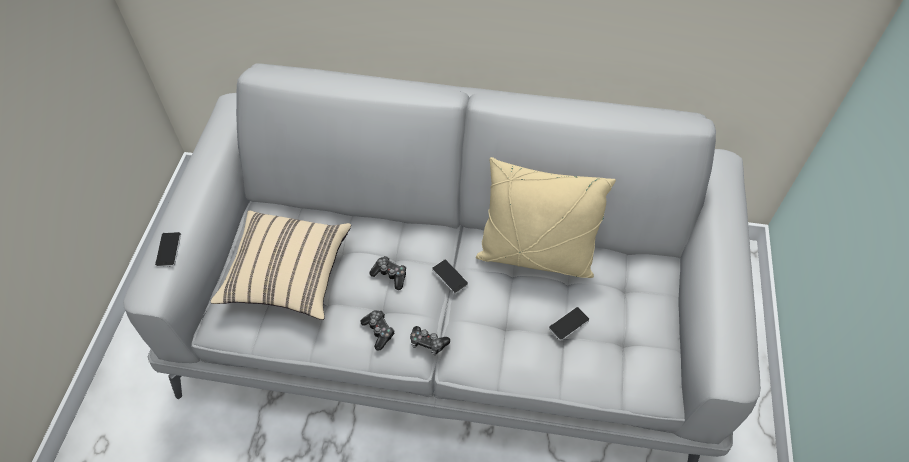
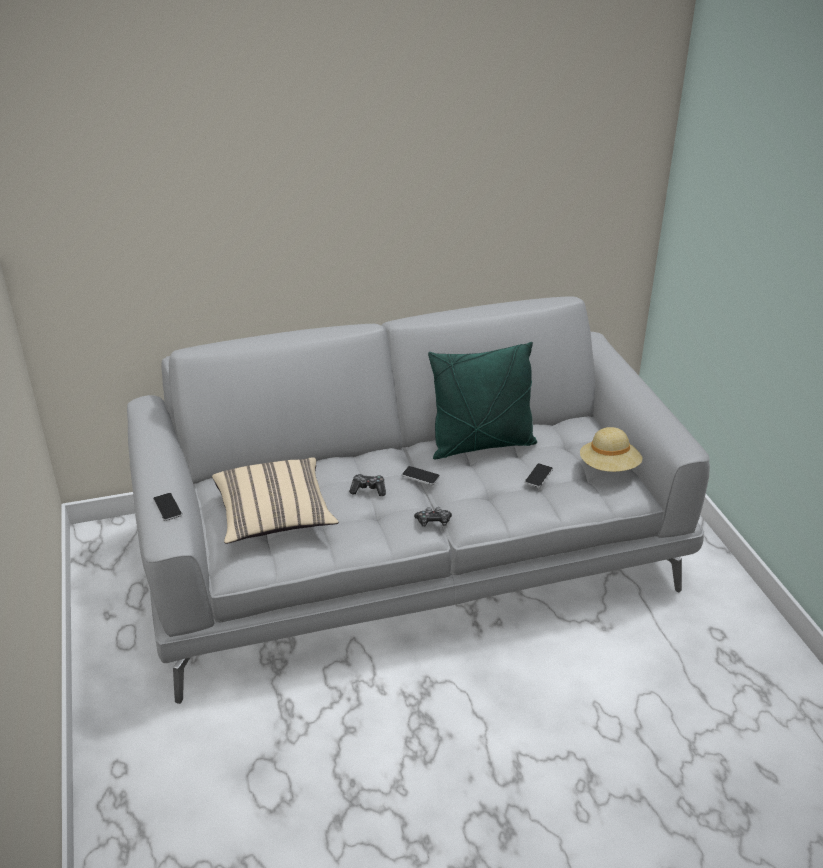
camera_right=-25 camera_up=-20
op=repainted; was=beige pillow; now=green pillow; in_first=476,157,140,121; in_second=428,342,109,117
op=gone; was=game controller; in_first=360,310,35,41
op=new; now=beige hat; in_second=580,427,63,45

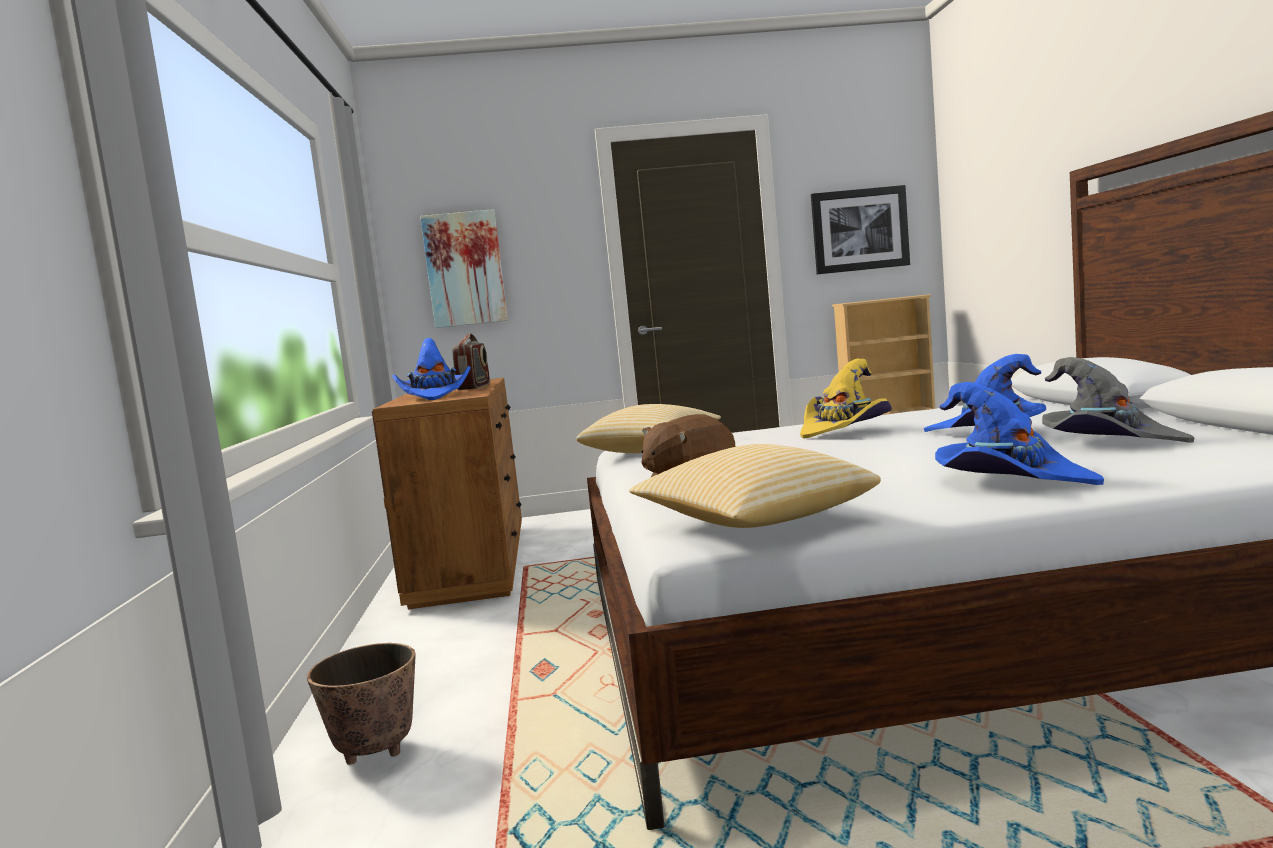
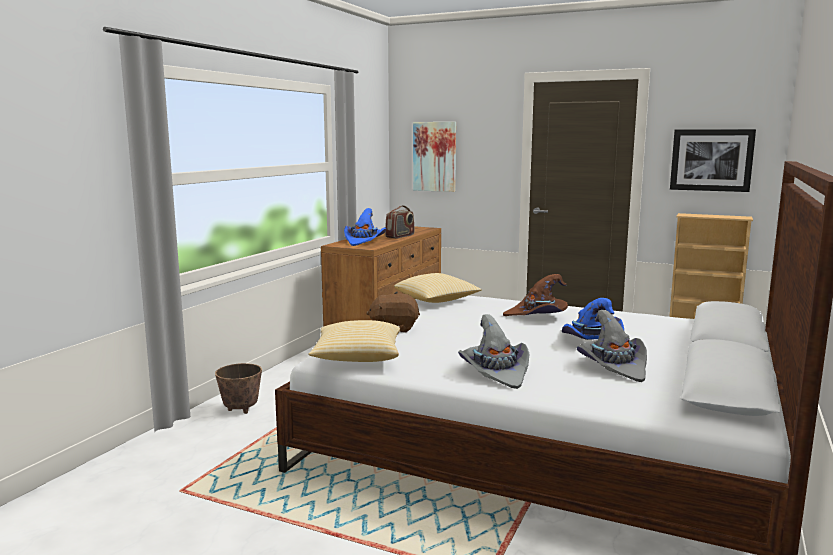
camera_right=30 camera_up=5
op=repainted; was=yellow hat; now=brown hat; in_first=800,359,92,80; in_second=503,274,65,42
op=repainted; was=blue hat; now=grey hat; in_first=935,382,169,103; in_second=458,314,71,75

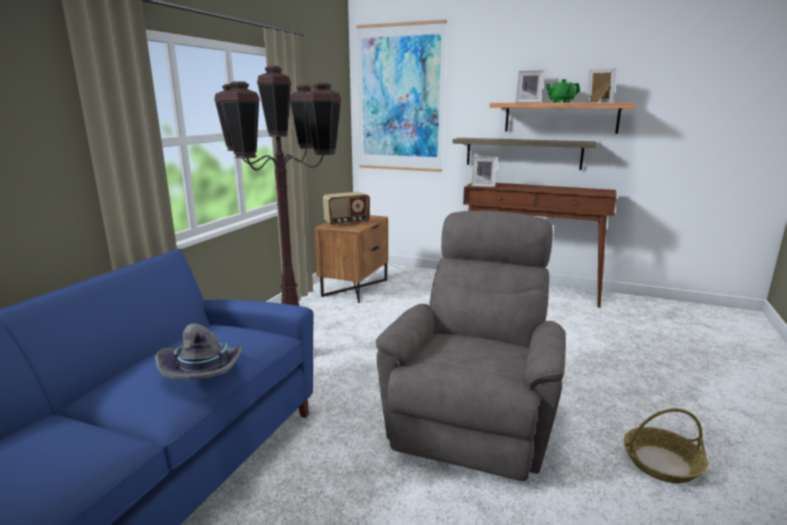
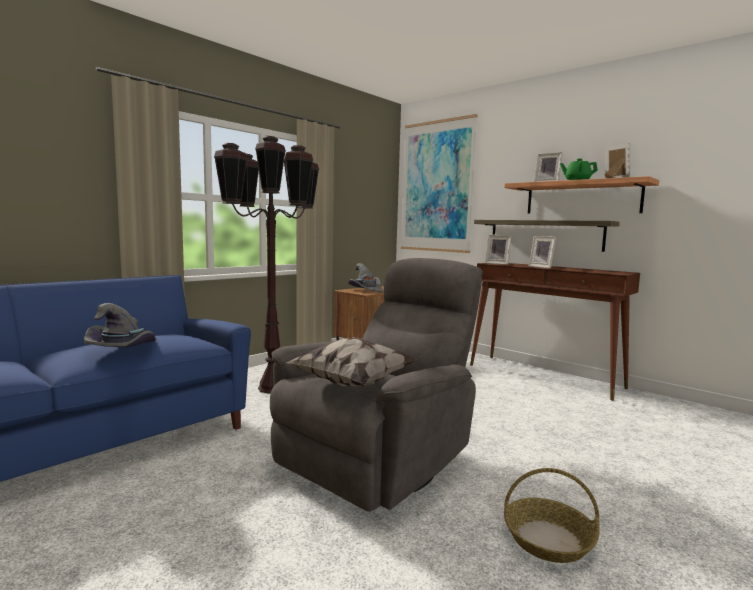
camera_right=20 camera_up=-10
op=swapped; was=radio; now=grey hat; in_first=323,192,47,34; in_second=348,263,35,30
op=new; now=picture frame; in_second=529,236,27,33
op=new; now=pillow; in_second=286,337,130,50

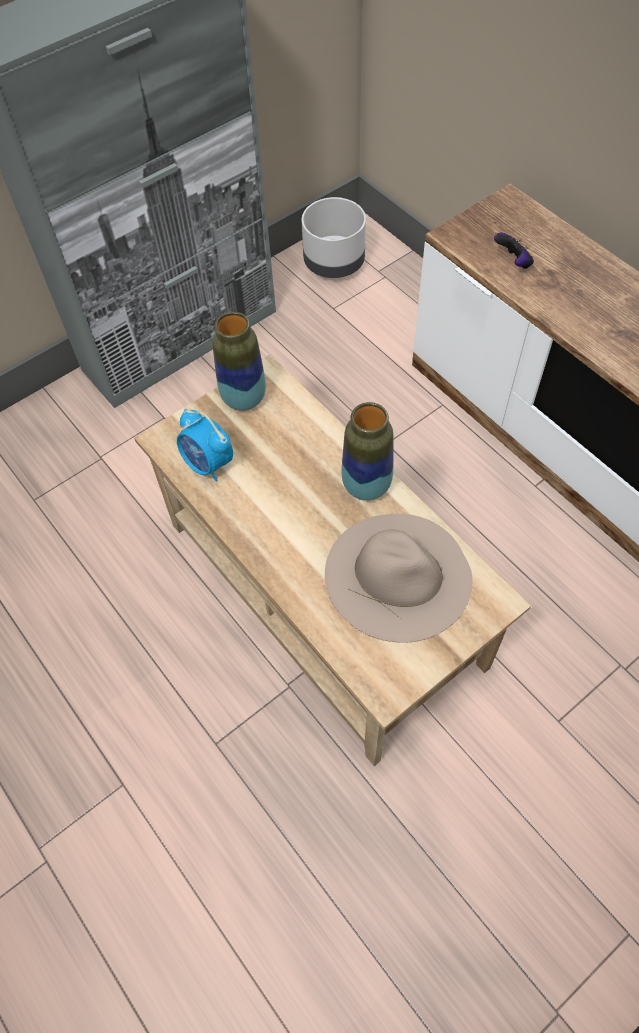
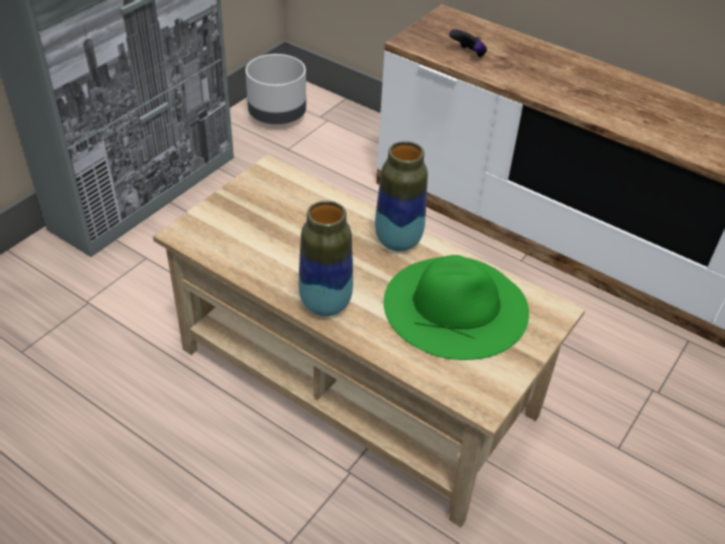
camera_right=-20 camera_up=-15
op=shifted; was=vase; in_first=212,312,54,99; in_second=299,201,54,115
op=gone; was=alarm clock; in_first=177,409,56,73
op=repainted; was=beige hat; now=green hat; in_first=325,514,147,129; in_second=384,255,145,105

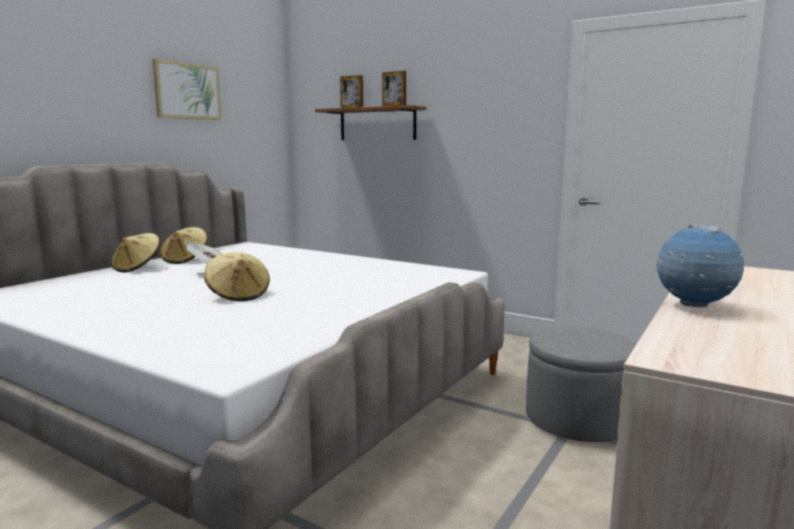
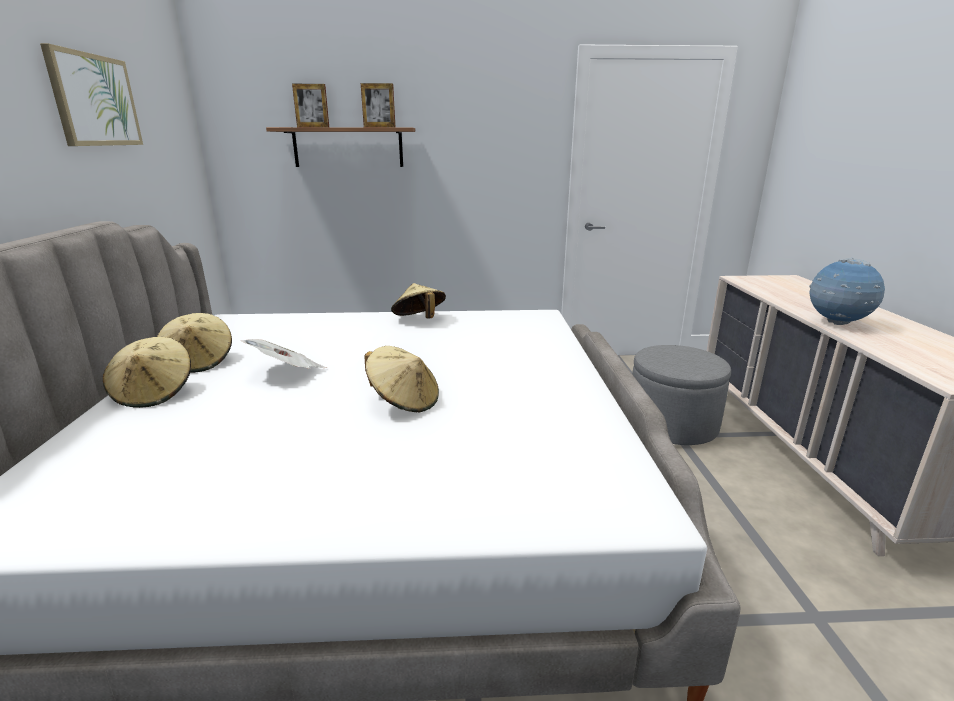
camera_right=-35 camera_up=10
op=new; now=beige hat; in_second=391,283,55,35

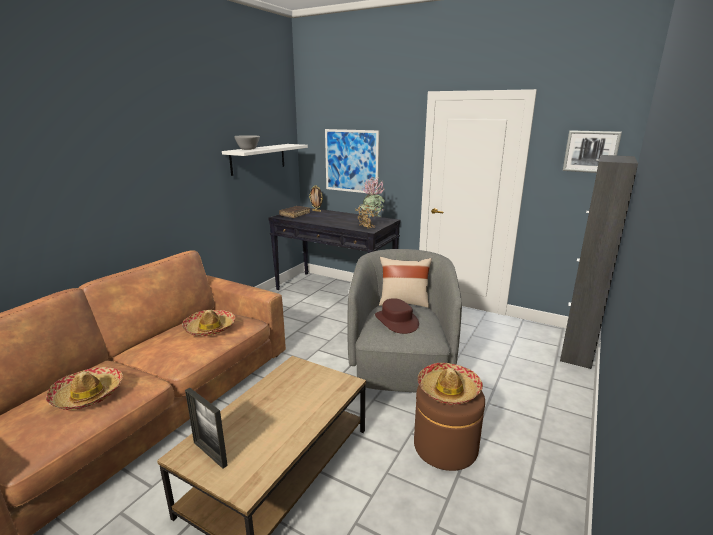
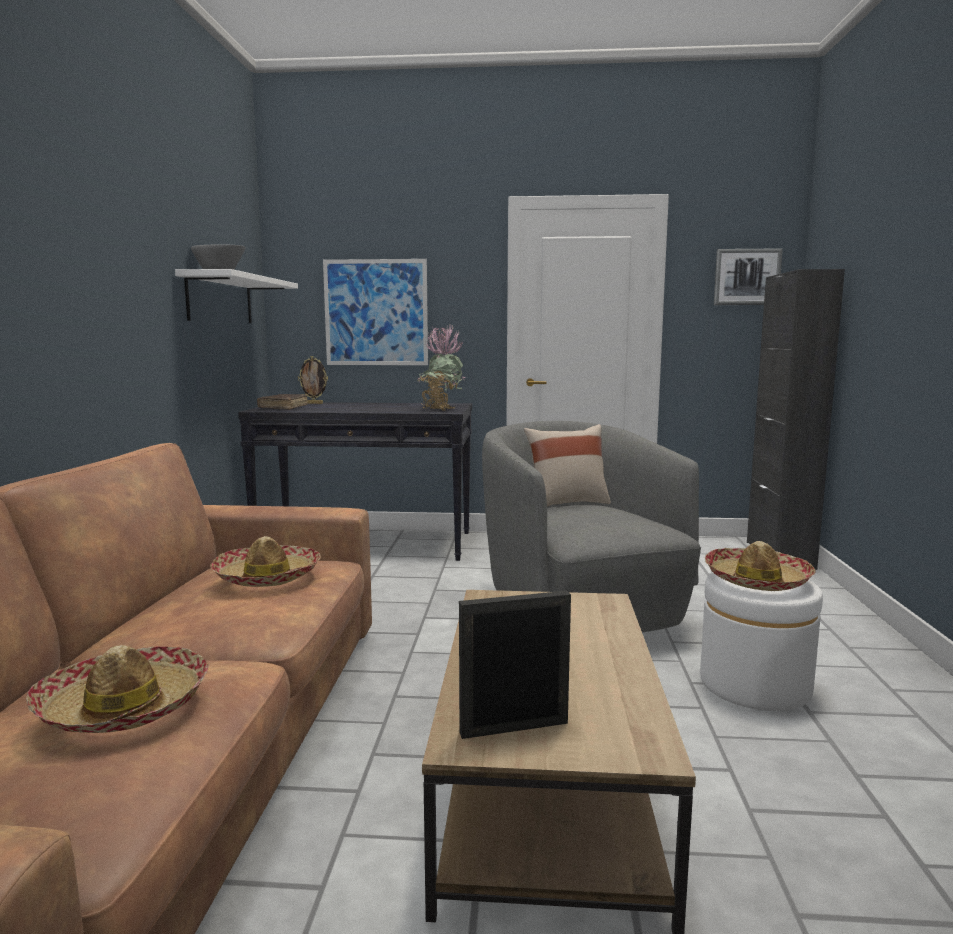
camera_right=-25 camera_up=-10
op=gone; was=brown hat; in_first=375,298,44,36
op=repainted; was=brown ottoman; now=white ottoman; in_first=414,385,71,86; in_second=700,572,123,139
op=rotated; was=picture frame; in_first=185,388,43,81; in_second=459,591,112,148; clockwise=150

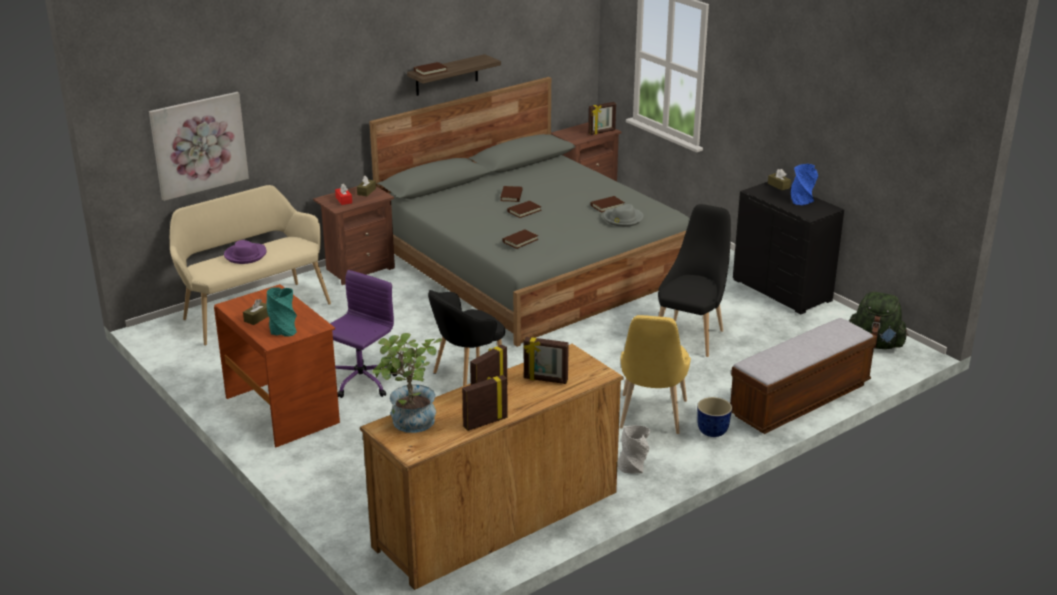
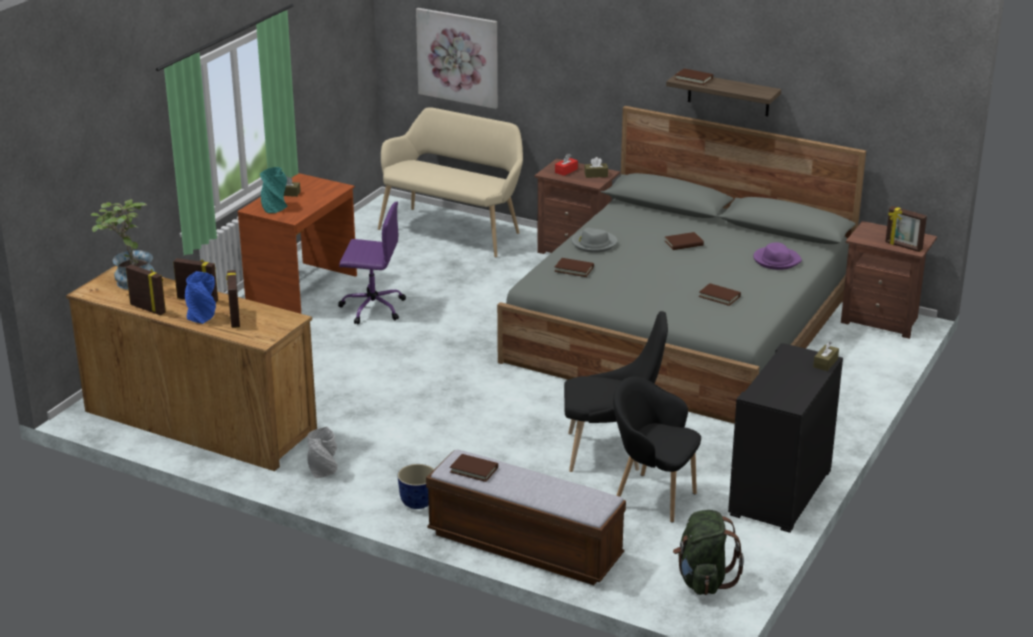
camera_right=65 camera_up=0
op=shifted; was=blue vase; in_first=791,164,27,41; in_second=185,271,31,53
op=shifted; was=brown book; in_first=507,201,35,17; in_second=450,454,48,28
op=shifted; was=grey hat; in_first=603,204,41,23; in_second=572,228,45,25
op=shifted; was=purple hat; in_first=224,240,42,24; in_second=753,242,49,28
op=shifted; was=black armchair; in_first=428,290,77,96; in_second=613,376,88,147
op=gone; was=yellow chair; in_first=619,315,72,119

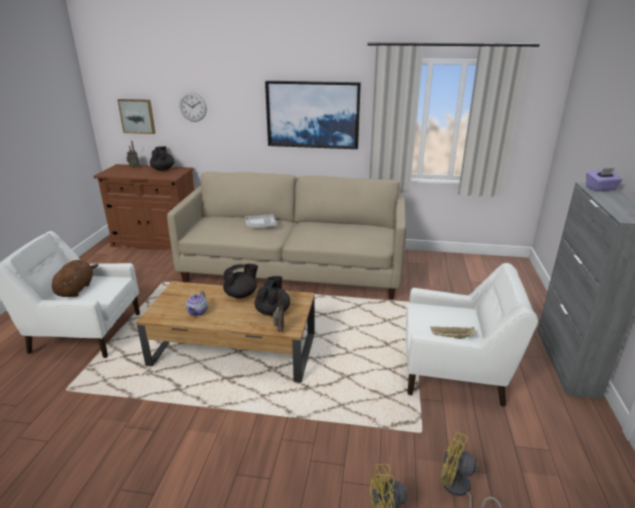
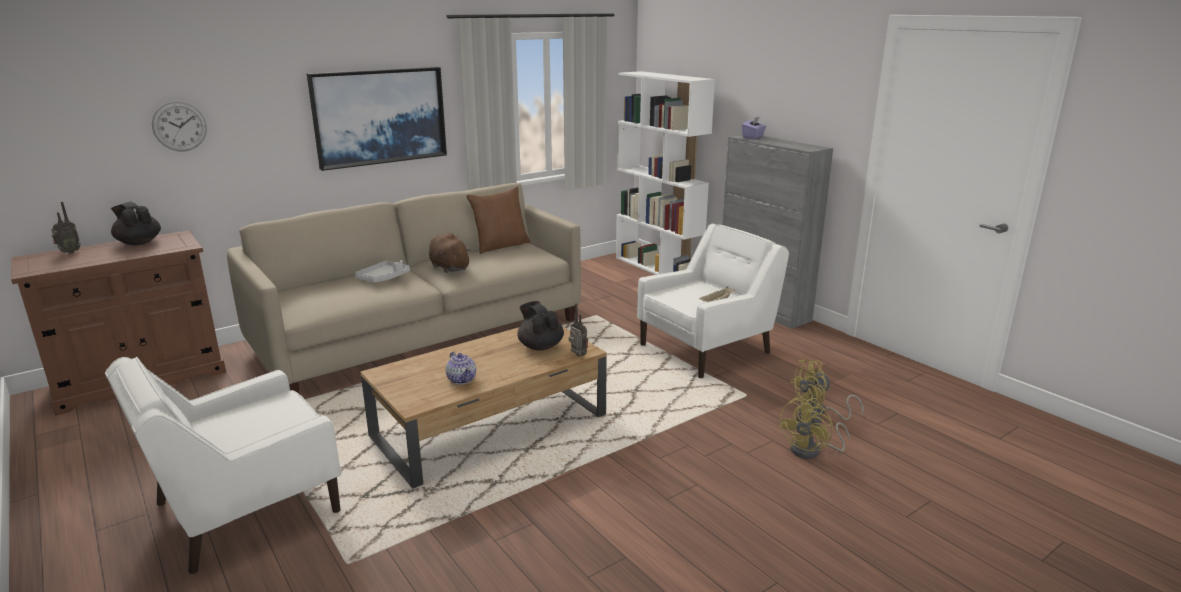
camera_right=-45 camera_up=-5
op=gone; was=picture; in_first=118,99,37,35
op=shifted; was=brown plush toy; in_first=52,260,46,37; in_second=429,233,42,40
op=gone; was=black teapot; in_first=223,264,35,34
op=new; now=white bookcase; in_second=616,71,99,204
op=new; now=brown pillow; in_second=466,186,65,68

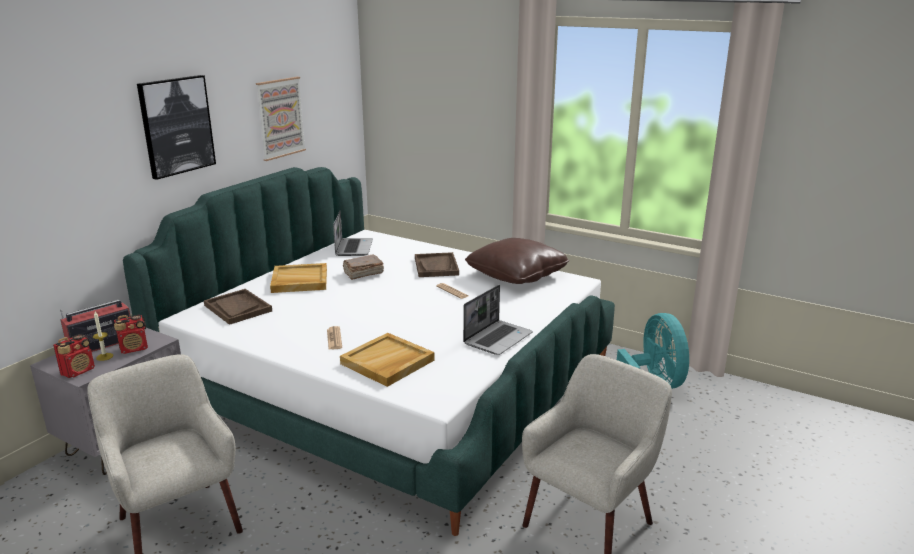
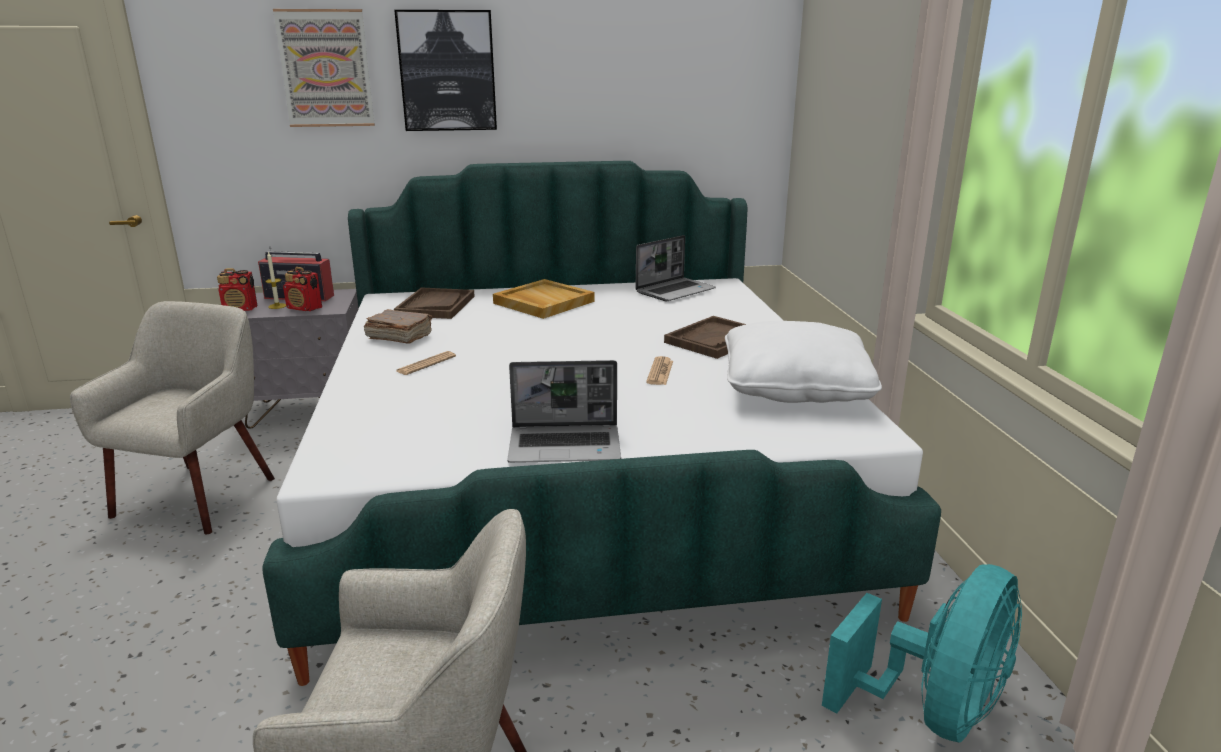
camera_right=50 camera_up=0
op=shifted; was=picture; in_first=256,77,50,84; in_second=273,9,102,118
op=repainted; was=brown pillow; now=white pillow; in_first=465,238,104,46; in_second=725,321,157,82
op=shifted; was=brown book; in_first=343,255,41,25; in_second=364,309,69,35
op=gone; was=beige tray; in_first=340,333,95,54

